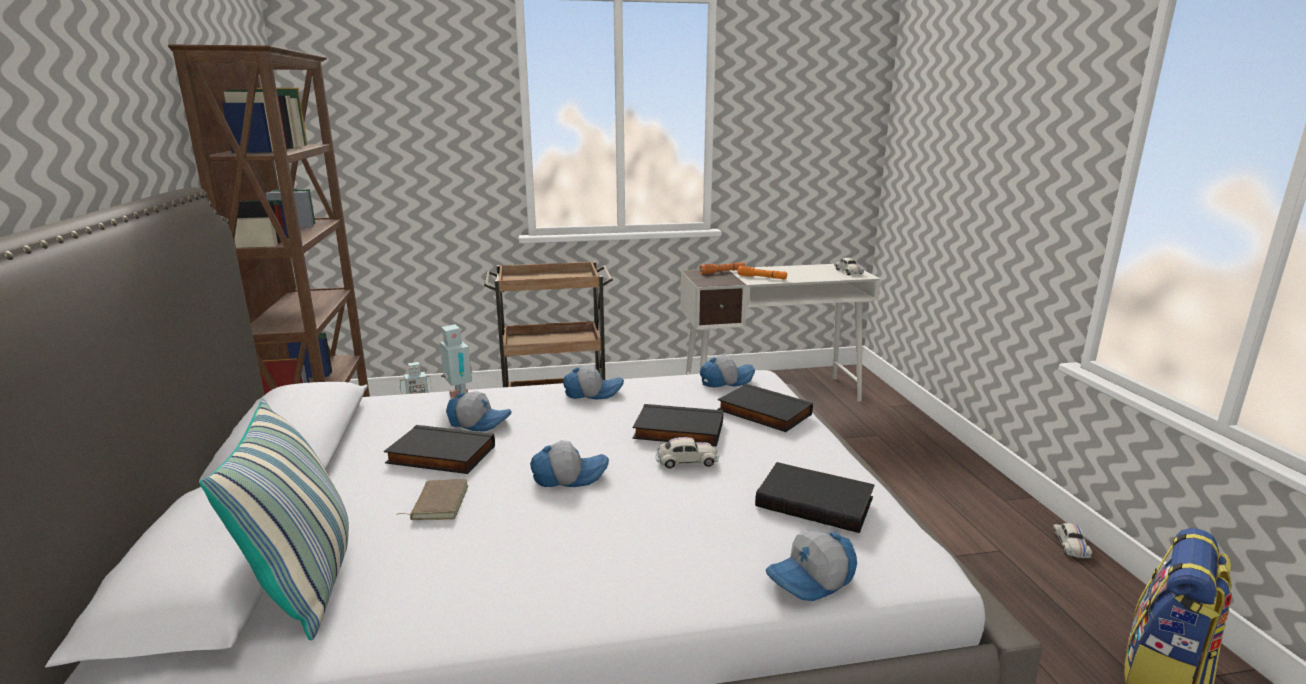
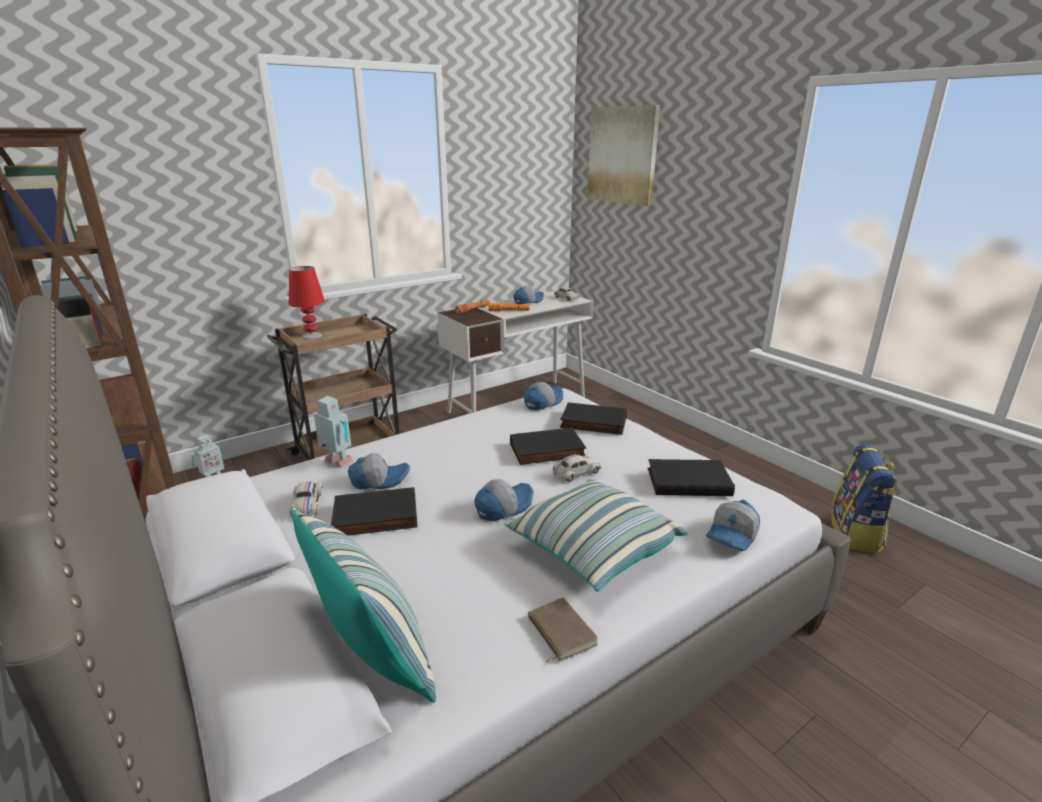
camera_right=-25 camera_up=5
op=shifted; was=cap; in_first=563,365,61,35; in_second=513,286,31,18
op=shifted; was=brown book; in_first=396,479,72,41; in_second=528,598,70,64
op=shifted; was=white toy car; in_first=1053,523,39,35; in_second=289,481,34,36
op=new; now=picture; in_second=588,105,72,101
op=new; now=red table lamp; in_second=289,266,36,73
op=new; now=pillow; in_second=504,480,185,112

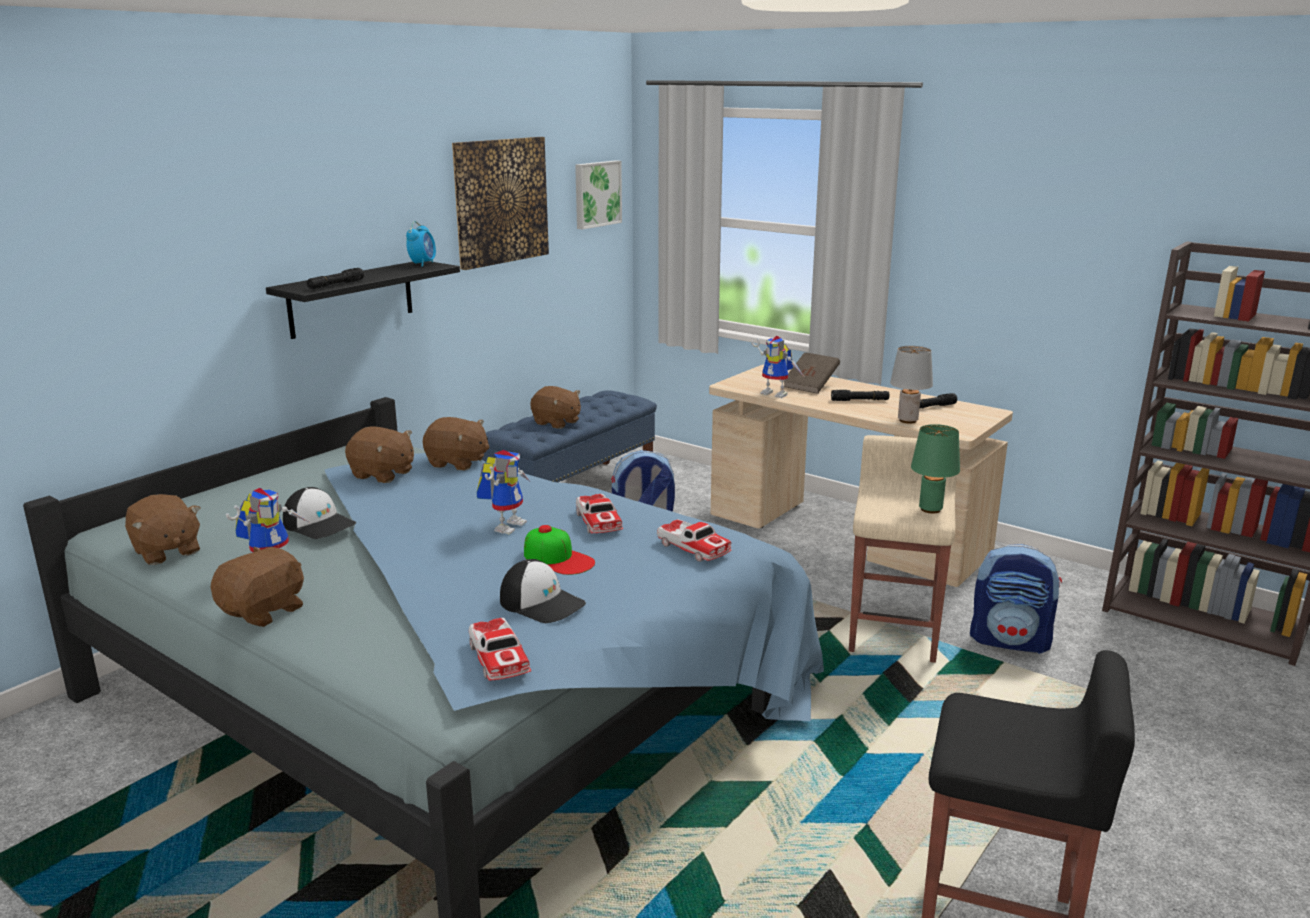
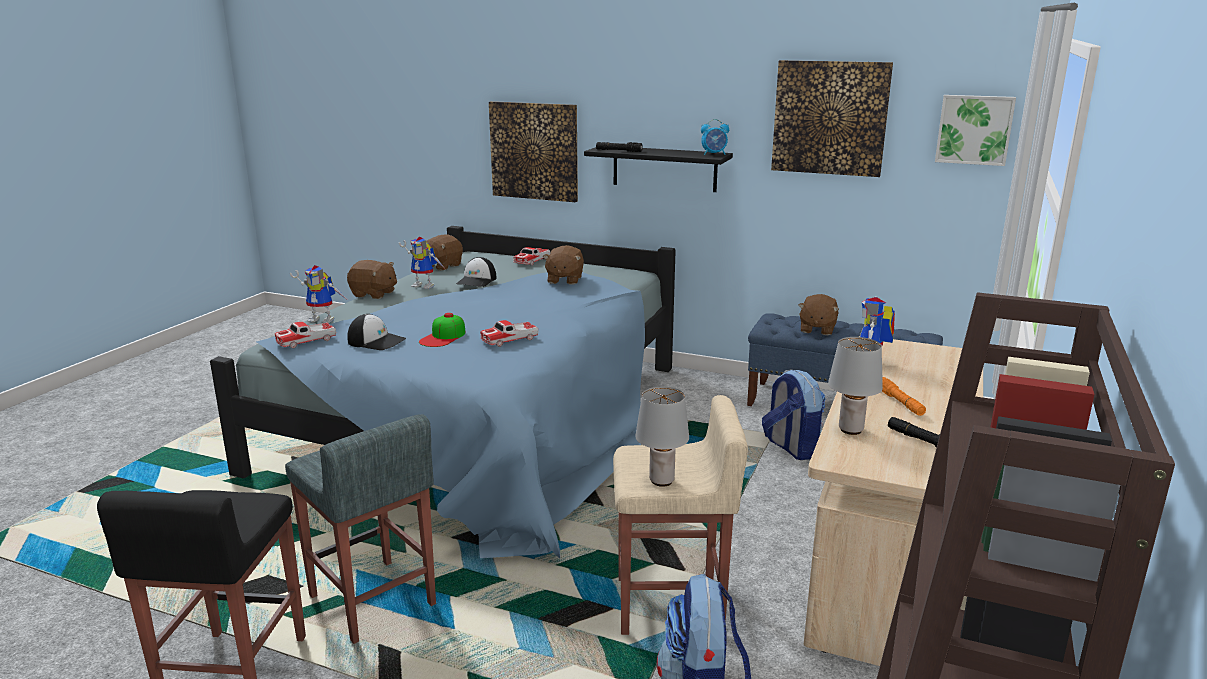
camera_right=75 camera_up=0
op=gone; was=brown book; in_first=784,352,56,42
op=repainted; was=black flashlight; now=orange flashlight; in_first=831,390,58,11; in_second=882,377,44,39
op=gone; was=brown plush toy; in_first=423,417,66,53
op=repainted; was=green table lamp; now=grey table lamp; in_first=911,424,49,90; in_second=635,387,54,100
op=shifted; was=toy robot; in_first=477,450,52,84; in_second=290,265,56,58
op=shifted; was=toy car; in_first=657,519,74,43; in_second=513,247,37,19
op=rotated; was=cap; in_first=500,559,86,64; in_second=347,314,59,36; clockwise=-90
op=new; now=picture; in_second=489,101,89,101
op=new; now=grey stool; in_second=285,414,151,230

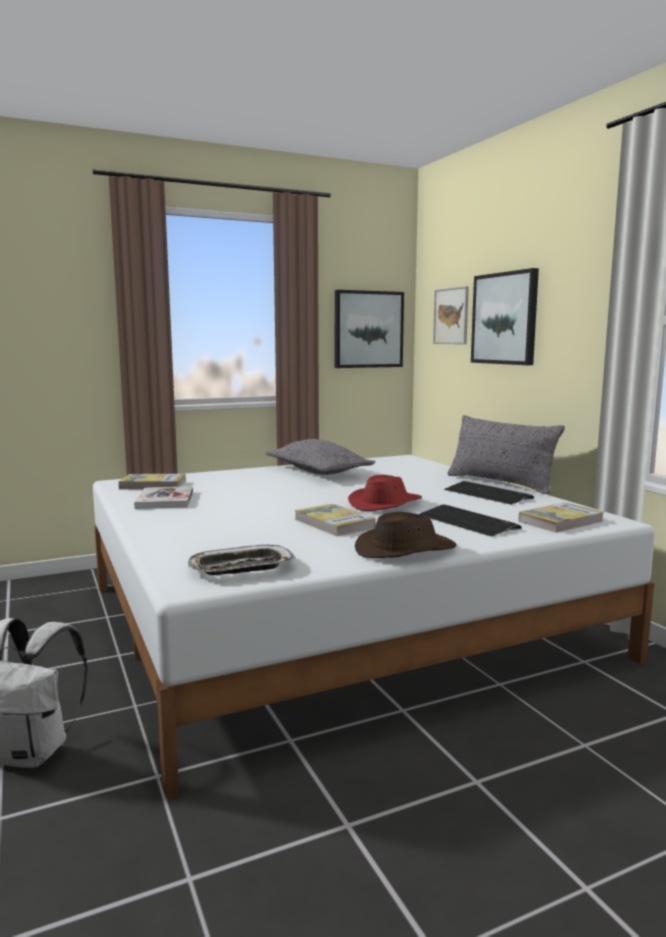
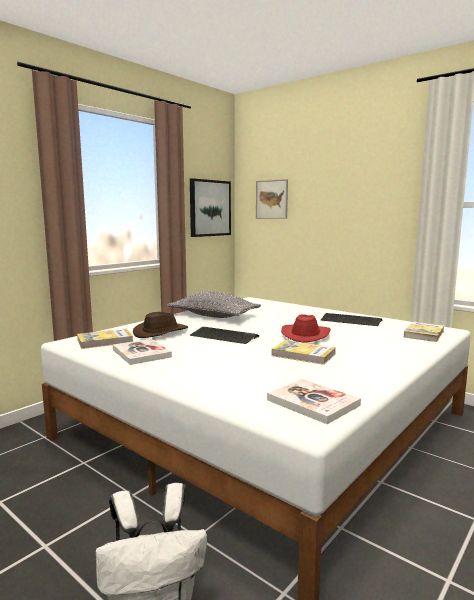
camera_right=-25 camera_up=0
op=gone; was=picture; in_first=471,268,68,97
op=gone; was=grey pillow; in_first=447,415,118,79
op=shifted; was=keyboard; in_first=419,505,102,32; in_second=190,327,69,17
op=shifted; was=brown hat; in_first=355,512,102,46; in_second=133,312,55,26
op=swapped; was=tray; now=book; in_first=188,544,108,31; in_second=267,379,94,45

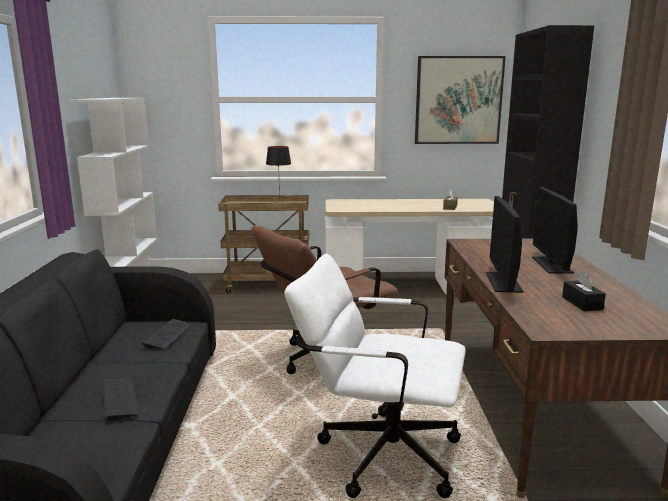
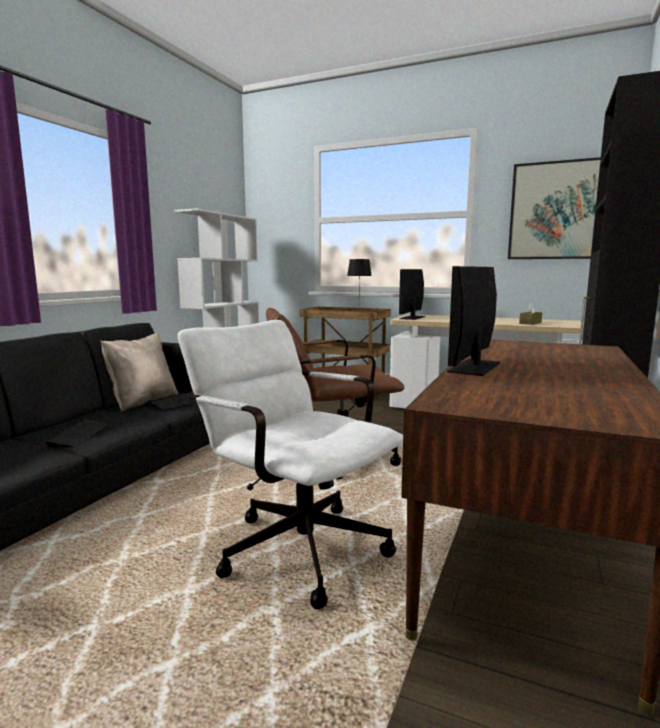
camera_right=25 camera_up=-5
op=shifted; was=monitor; in_first=532,187,46,87; in_second=399,269,27,51
op=gone; was=black tissue box; in_first=562,271,44,40
op=new; now=beige pillow; in_second=101,333,77,79

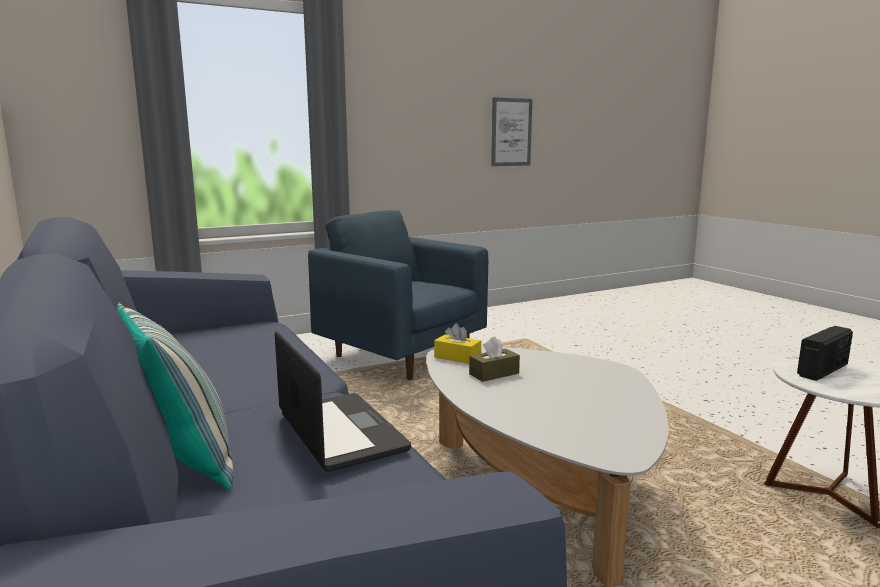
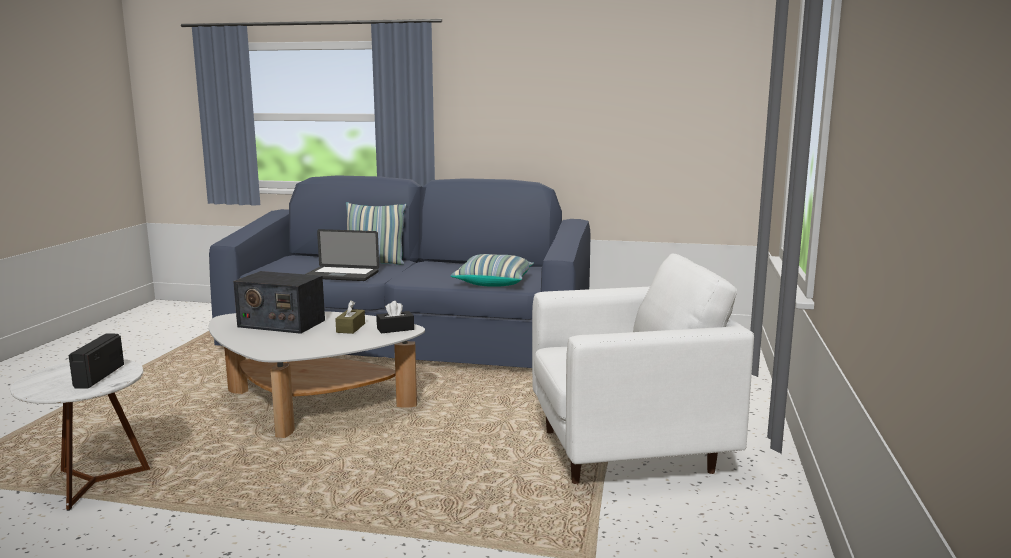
camera_right=130 camera_up=0
op=gone; was=picture; in_first=491,97,41,69
op=repainted; was=blue armchair; now=white armchair; in_first=308,210,180,170; in_second=532,254,222,230
op=repainted; was=yellow tissue box; now=black tissue box; in_first=434,324,47,40; in_second=376,301,38,33
op=new; now=pillow; in_second=450,254,84,33
op=new; now=radio; in_second=233,271,92,63

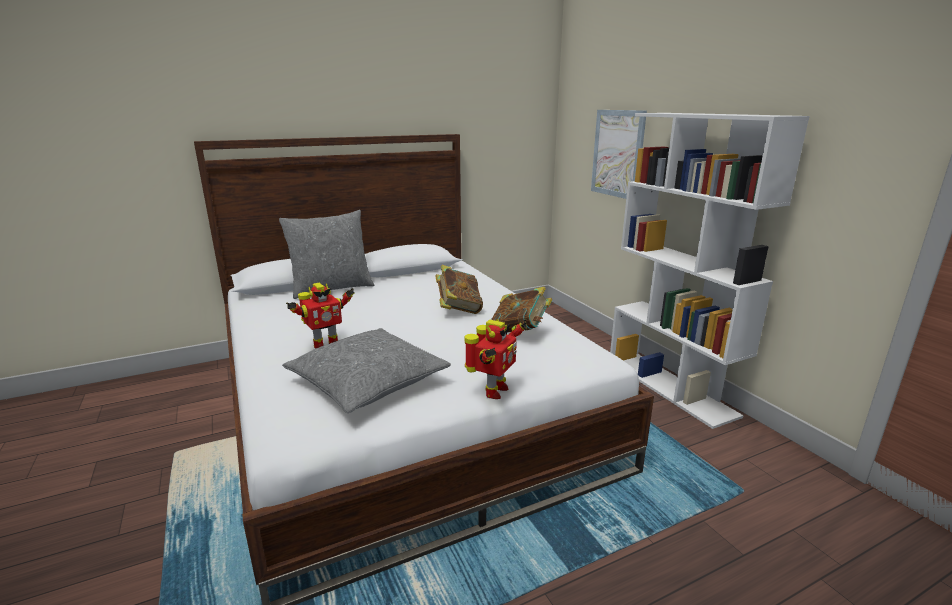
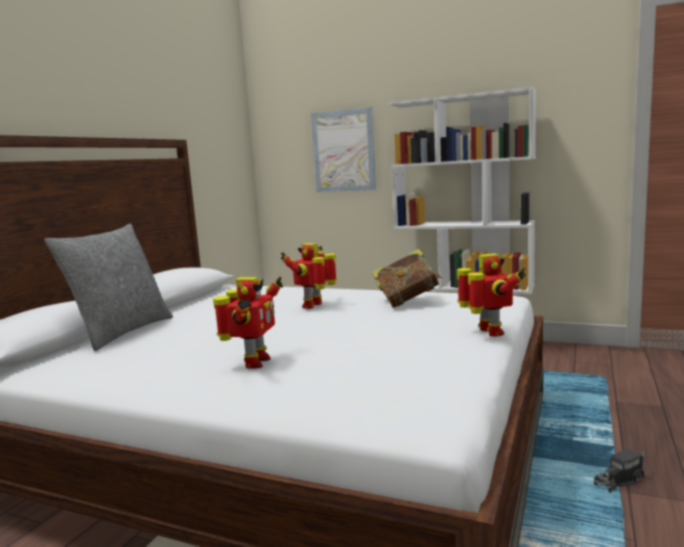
camera_right=-40 camera_up=-10
op=swapped; was=book; now=toy robot; in_first=436,265,47,49; in_second=281,243,56,66
op=gone; was=grey pillow; in_first=282,328,169,85
op=new; now=toy truck; in_second=594,448,51,45

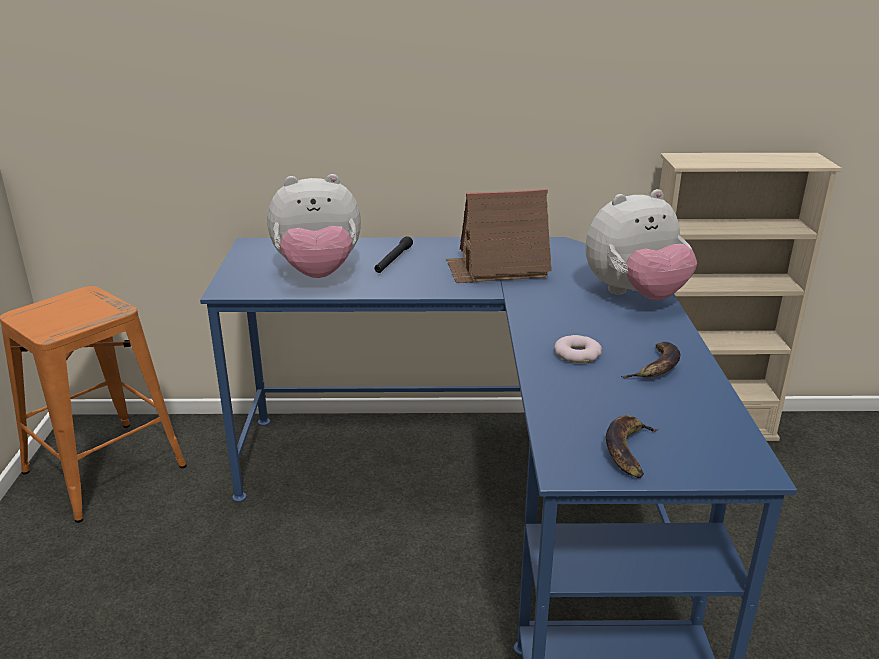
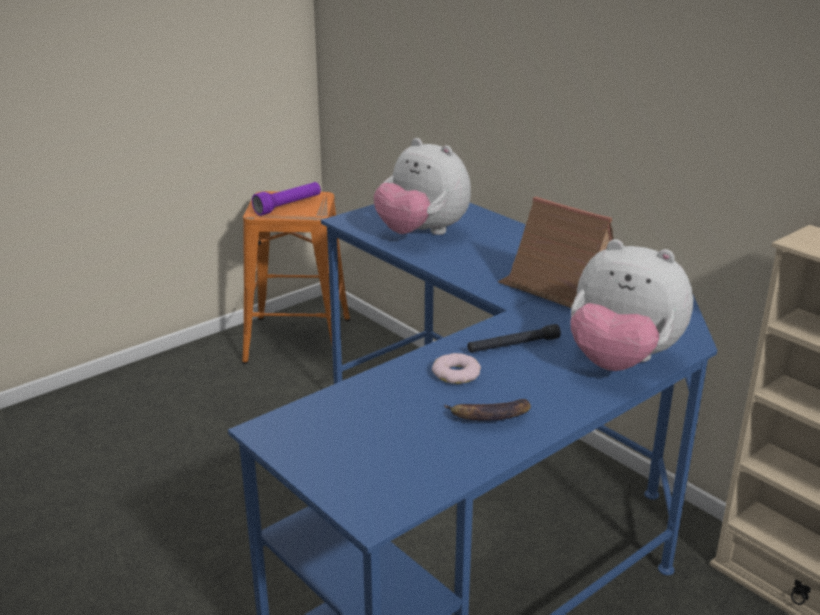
camera_right=50 camera_up=0
op=shifted; was=black flashlight; in_first=374,236,39,37; in_second=467,324,94,29
op=gone; was=banana; in_first=606,415,53,63
op=new; now=purple flashlight; in_second=252,182,69,34

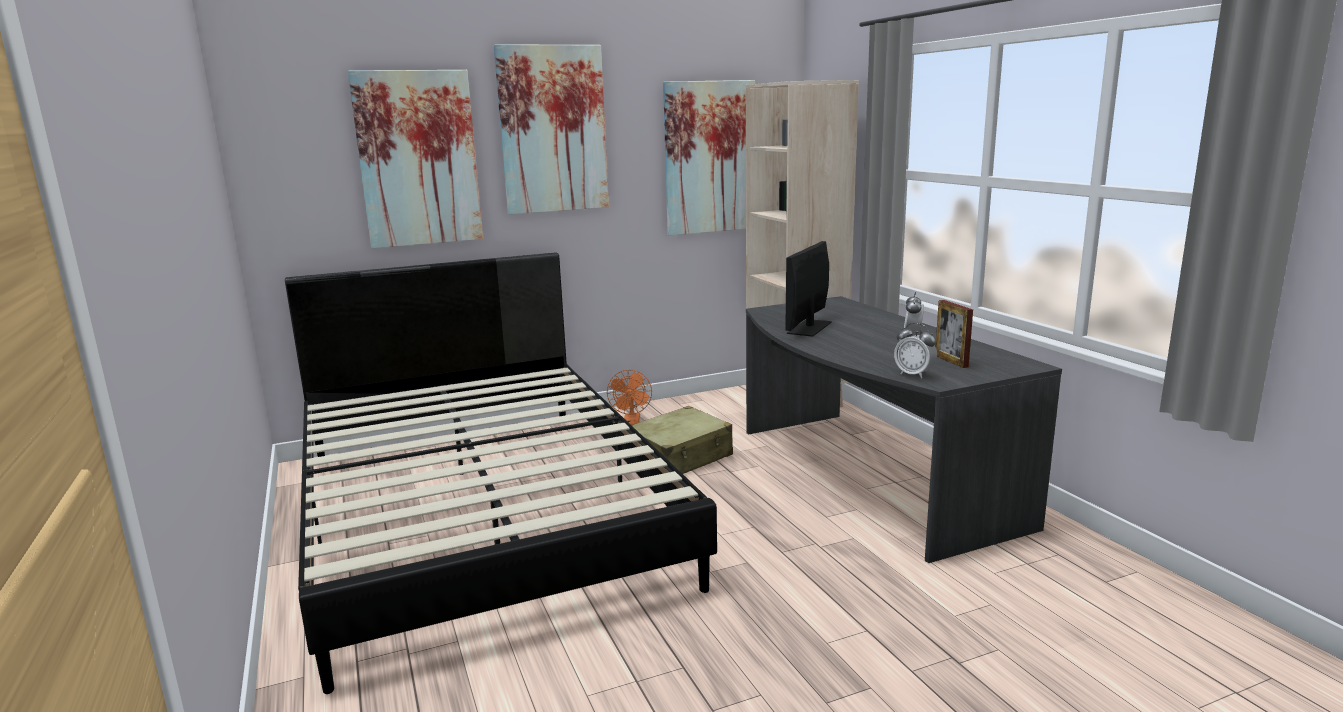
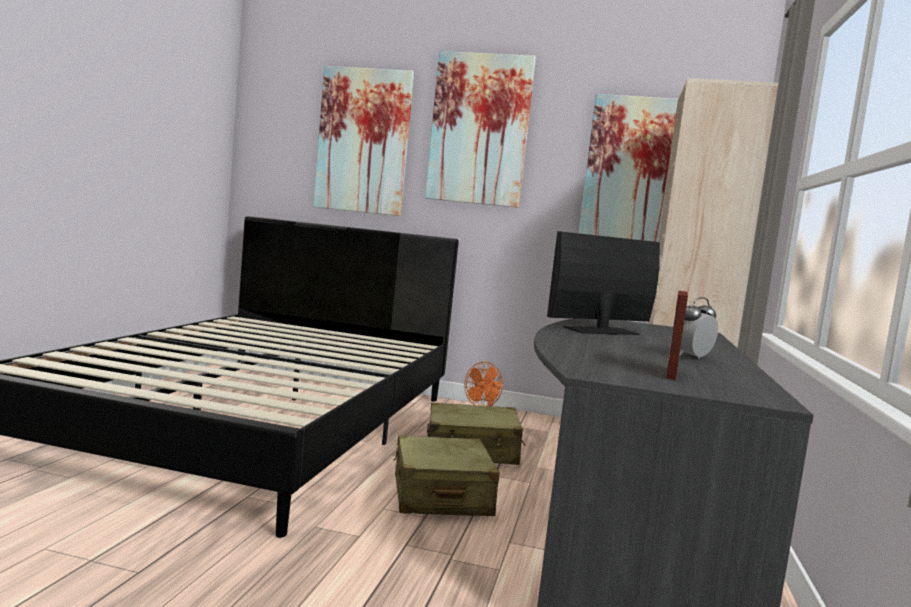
camera_right=35 camera_up=-10
op=gone; was=alarm clock; in_first=894,323,43,55
op=new; now=beige suitcase; in_second=393,435,107,81

